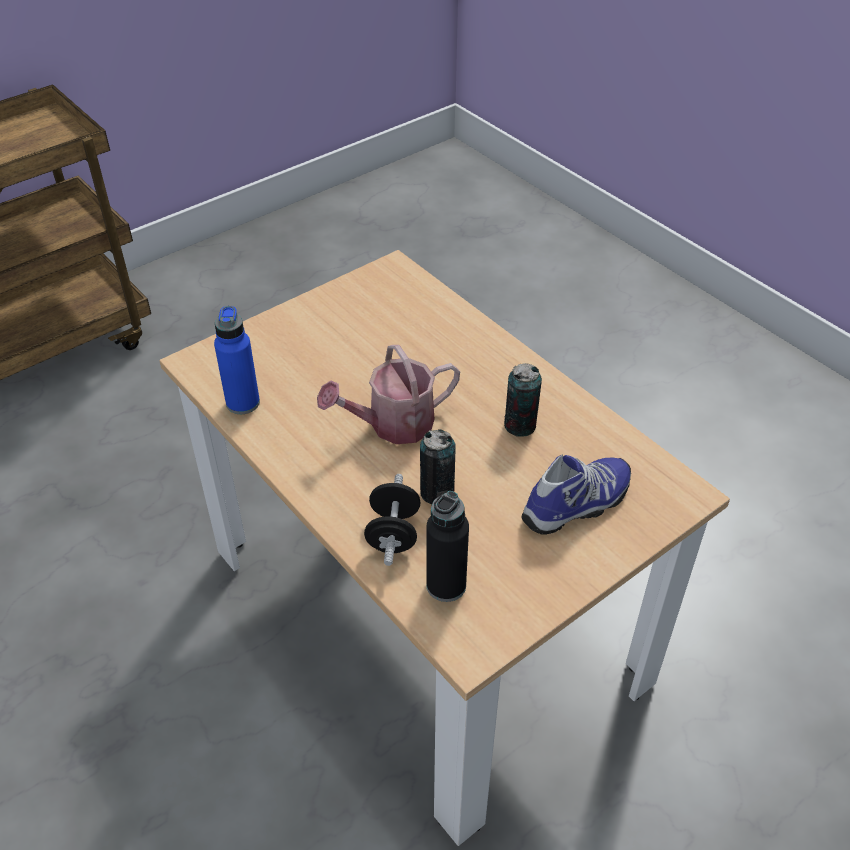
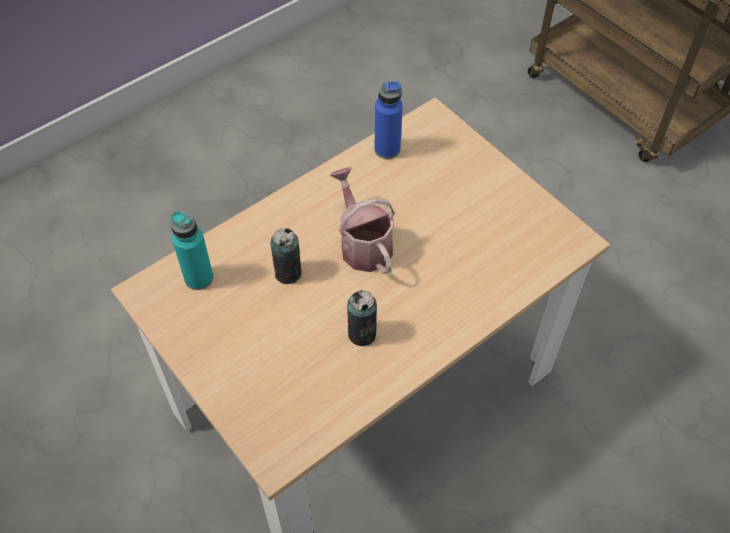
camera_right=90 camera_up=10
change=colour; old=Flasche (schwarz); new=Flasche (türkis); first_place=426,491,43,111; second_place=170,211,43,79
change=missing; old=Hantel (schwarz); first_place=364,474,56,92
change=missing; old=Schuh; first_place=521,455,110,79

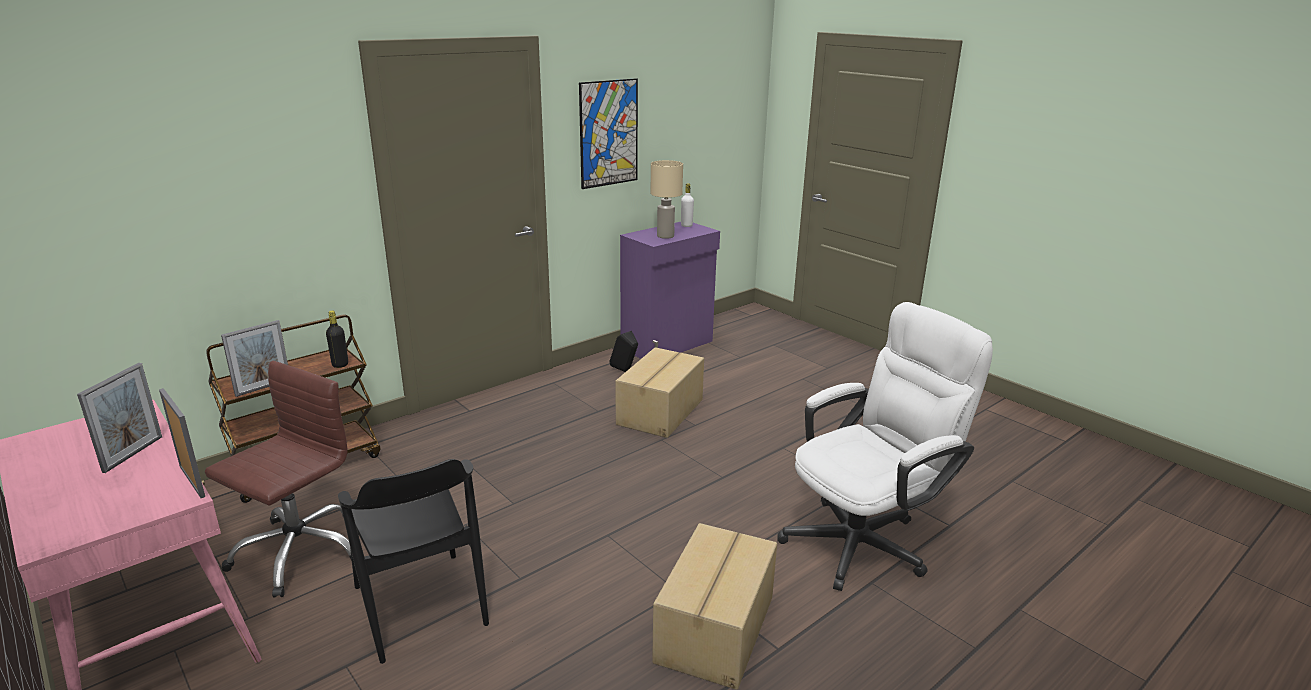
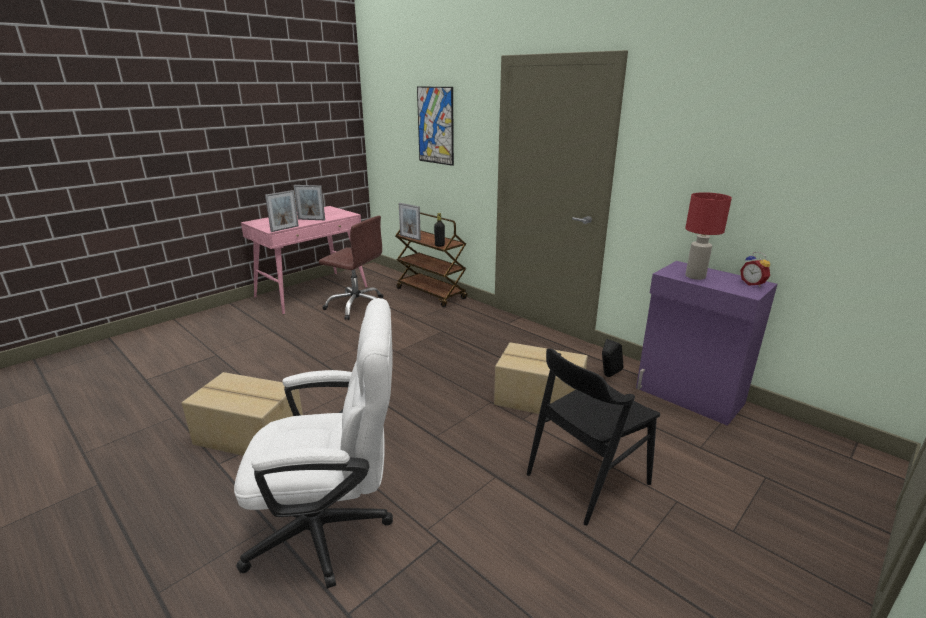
camera_right=85 camera_up=0
change=spun; old=Bürostuhl (weiß); first_place=777,302,216,289; second_place=234,298,159,291; degrees=-60
change=relocated; old=Bild; first_place=579,78,59,111; second_place=417,86,37,80
change=relocated; old=Stuhl (schwarz); first_place=338,459,151,205; second_place=527,348,133,178
change=colour; old=Tischlampe (beige); new=Tischlampe (rot); first_place=651,160,32,79; second_place=685,192,47,88
change=exchanged; old=Flasche (weiß); new=Wecker; first_place=681,183,13,44; second_place=740,252,30,35

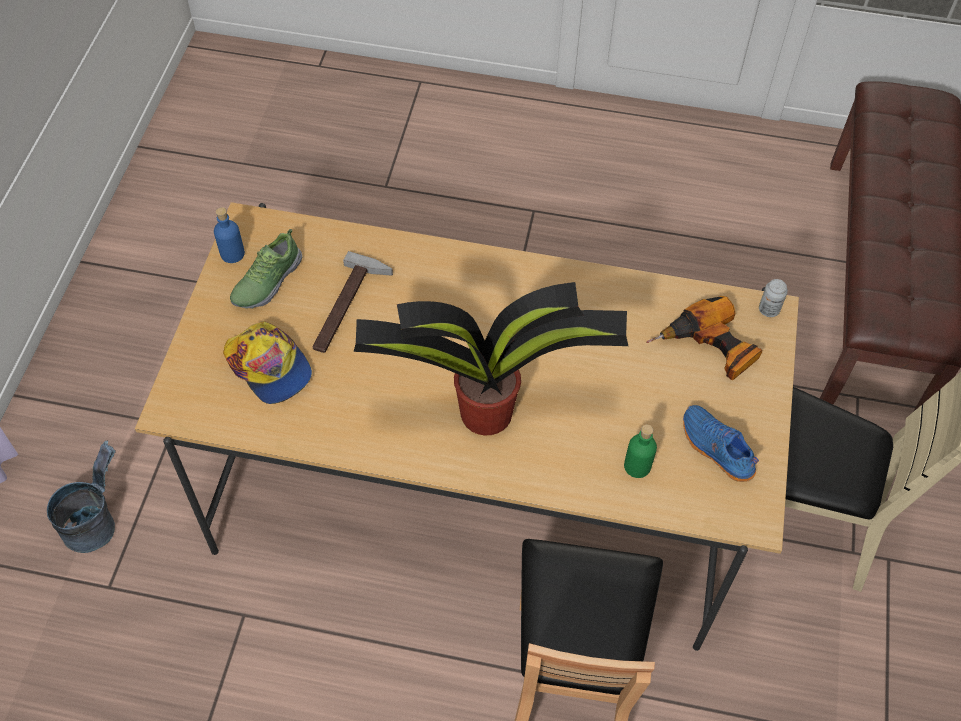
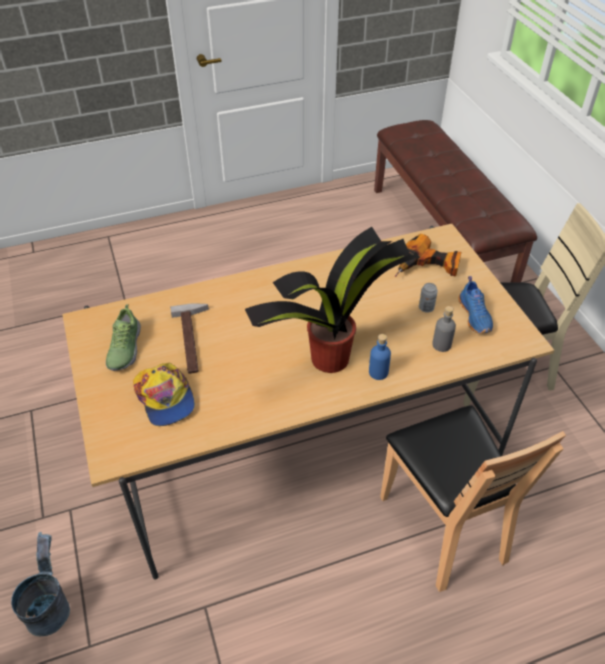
camera_right=-30 camera_up=-10
change=spun; old=Kappe; first_place=223,321,89,83; second_place=133,363,62,63; degrees=45
change=relocated; old=Flasche (blau); first_place=214,207,31,56; second_place=369,334,22,46
change=relocated; old=Dose; first_place=759,279,29,38; second_place=419,283,19,30
change=colour; old=Flasche (grün); new=Flasche (grau); first_place=624,425,33,53; second_place=432,306,24,46
change=spun; old=Schuh (blau); first_place=683,405,76,77; second_place=458,276,35,57; degrees=-120

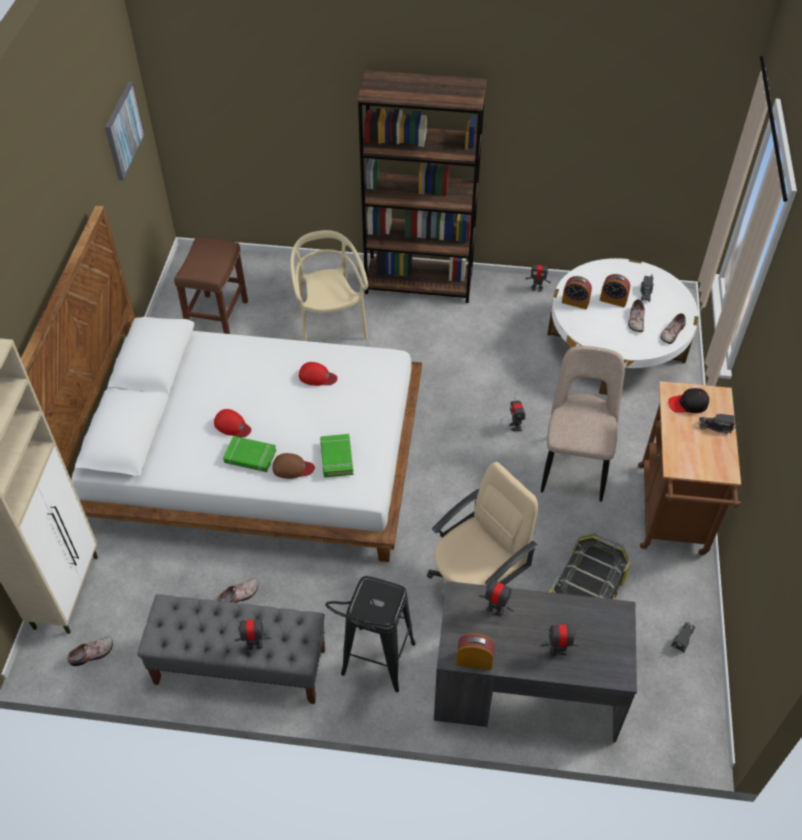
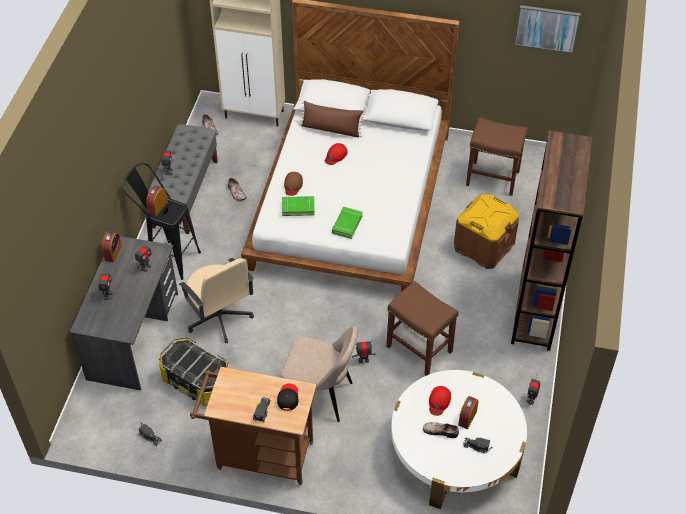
camera_right=95 camera_up=0
change=relocated; old=Wecker; first_place=562,276,30,33; second_place=146,186,22,30
change=appeared; new=Kissen (braun); second_place=299,101,66,37
change=relocated; old=Buch (grün); first_place=223,436,53,36; second_place=332,207,31,32
change=appeared; new=Hocker (braun); second_place=386,281,72,95
change=relocated; old=Kappe (rot); first_place=299,362,39,24; second_place=429,386,22,30
change=exchanged; old=Stuhl (beige); new=Aufbewahrungsbox (braun); first_place=290,230,78,111; second_place=454,194,65,75
change=missing; old=Schuh; first_place=660,313,26,31

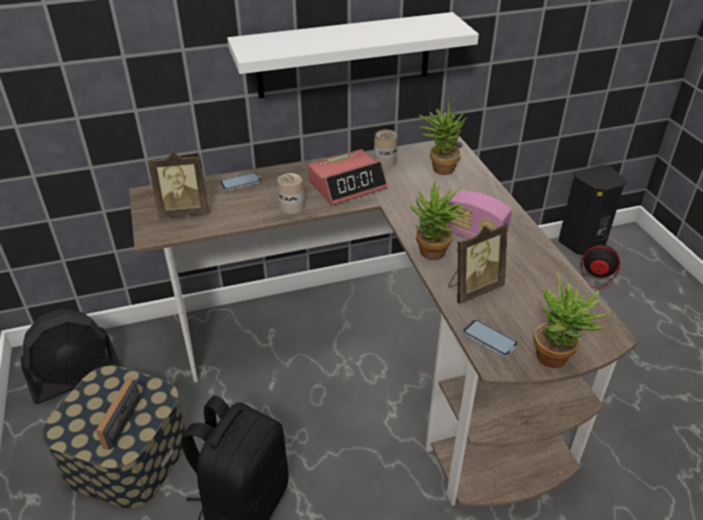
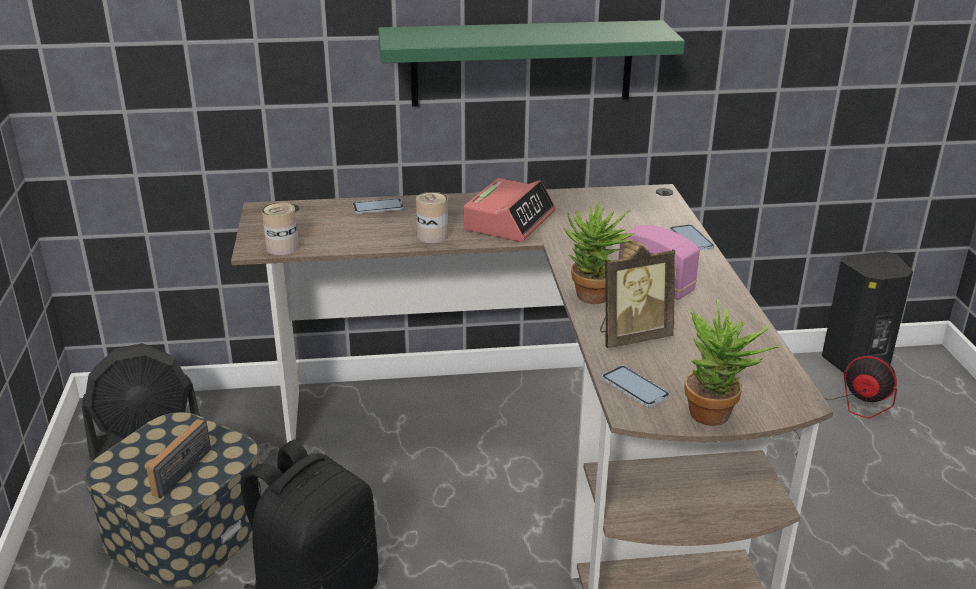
camera_right=10 camera_up=-10
change=relocated; old=Dose; first_place=374,130,23,38; second_place=262,202,37,53
change=colour; old=Wandregal (weiß); new=Wandregal (grün); first_place=227,12,252,86; second_place=378,20,307,86
change=spun; old=Wecker; first_place=308,149,80,56; second_place=463,178,93,64; degrees=-45
change=appeared; new=Handy; second_place=670,225,44,25
change=missing; old=Bilderrahmen; first_place=148,152,61,66
change=missing; old=Topfpflanze; first_place=419,101,48,74

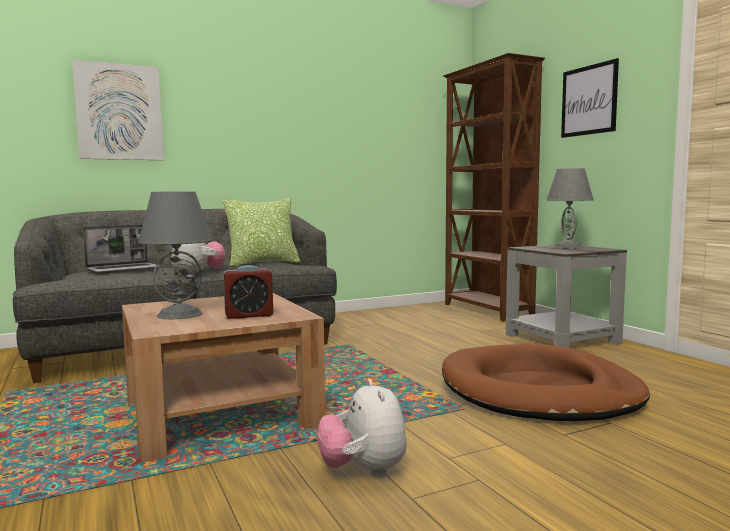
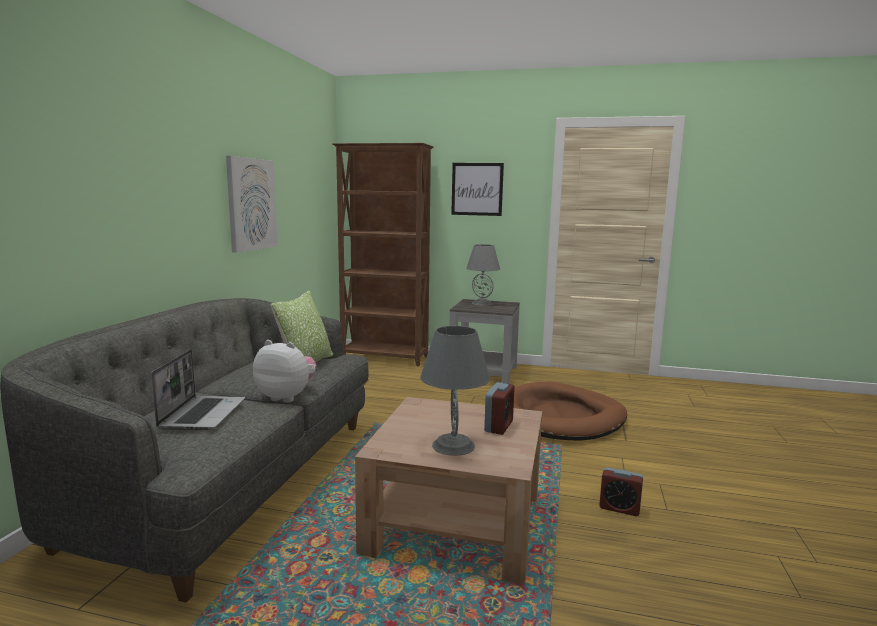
camera_right=-50 camera_up=5
change=relocated; old=Bild; first_place=72,60,92,100; second_place=226,156,52,97
change=exchanged; old=Plüschtier; new=Wecker; first_place=317,379,90,98; second_place=599,467,44,49

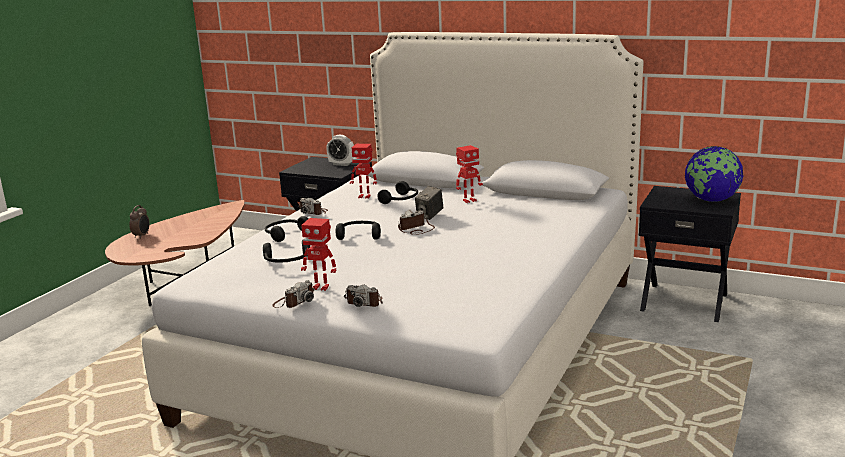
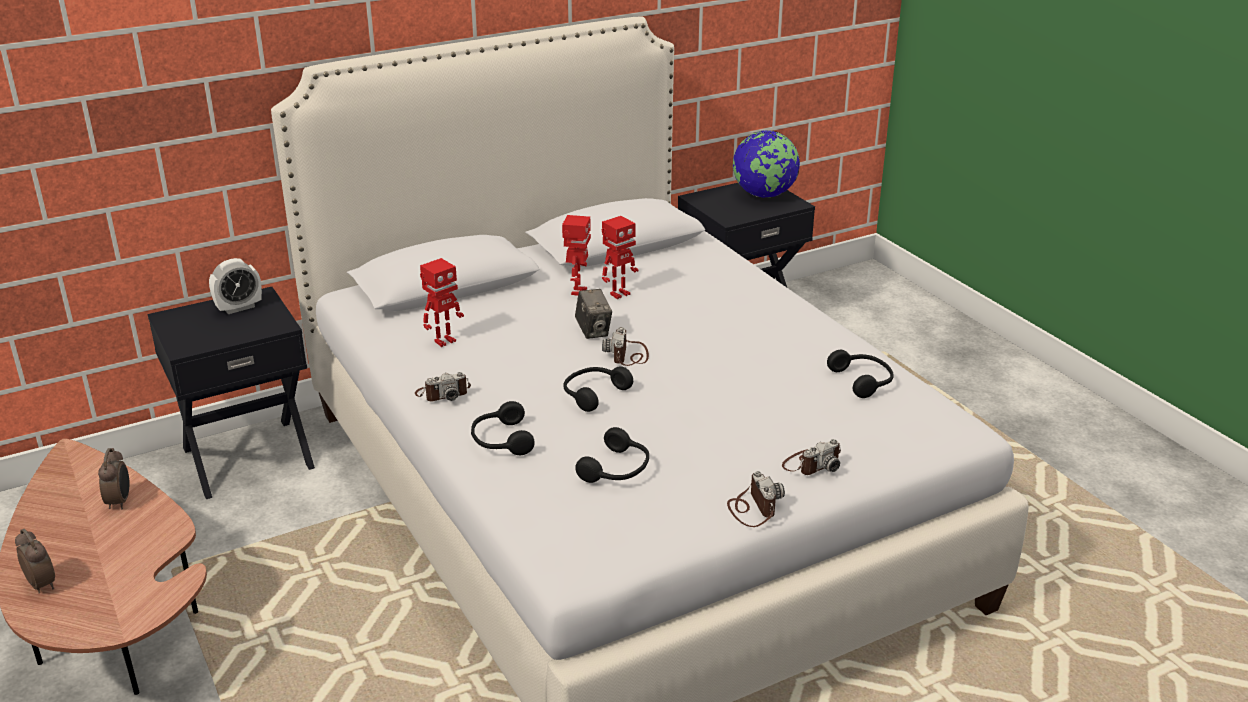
camera_right=-55 camera_up=10
change=appeared; new=Wecker; second_place=98,448,31,62
change=relocated; old=Spielzeugroboter; first_place=301,218,36,73; second_place=602,216,37,83
change=relocated; old=Kopfhörer (schwarz); first_place=377,181,41,23; second_place=827,350,67,48

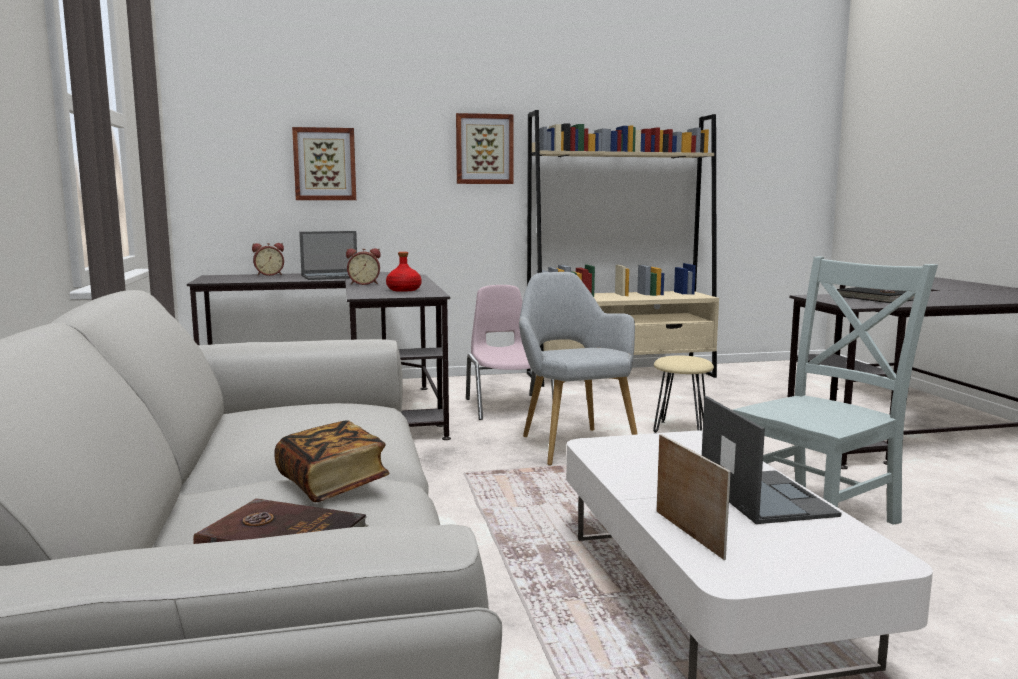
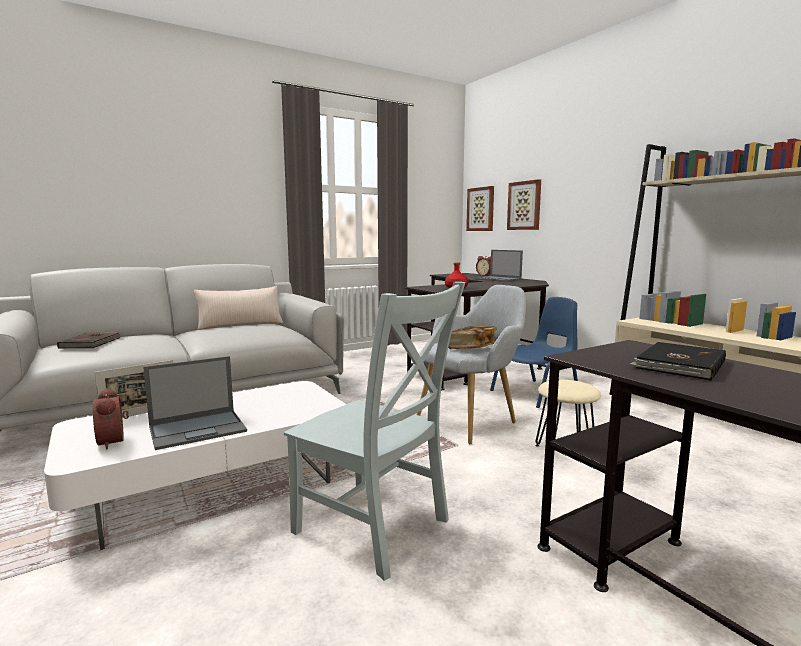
camera_right=70 camera_up=0
change=relocated; old=Wecker; first_place=346,248,35,37; second_place=93,388,36,61
change=appeared; new=Kissen (beige); second_place=194,286,89,44
change=relocated; old=Buch; first_place=274,420,116,82; second_place=448,326,49,23
change=relocated; old=Bild; first_place=456,113,58,71; second_place=466,186,28,45
change=colour; old=Stuhl (rosa); new=Stuhl (blau); first_place=466,285,88,135; second_place=490,297,88,111

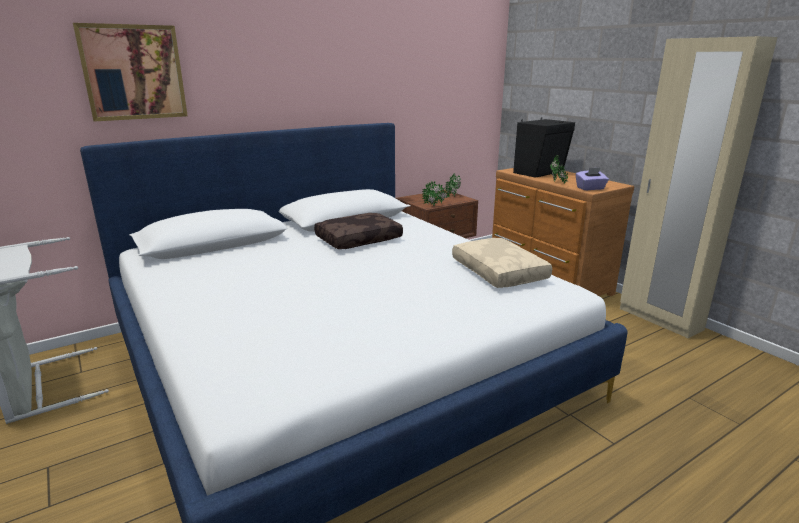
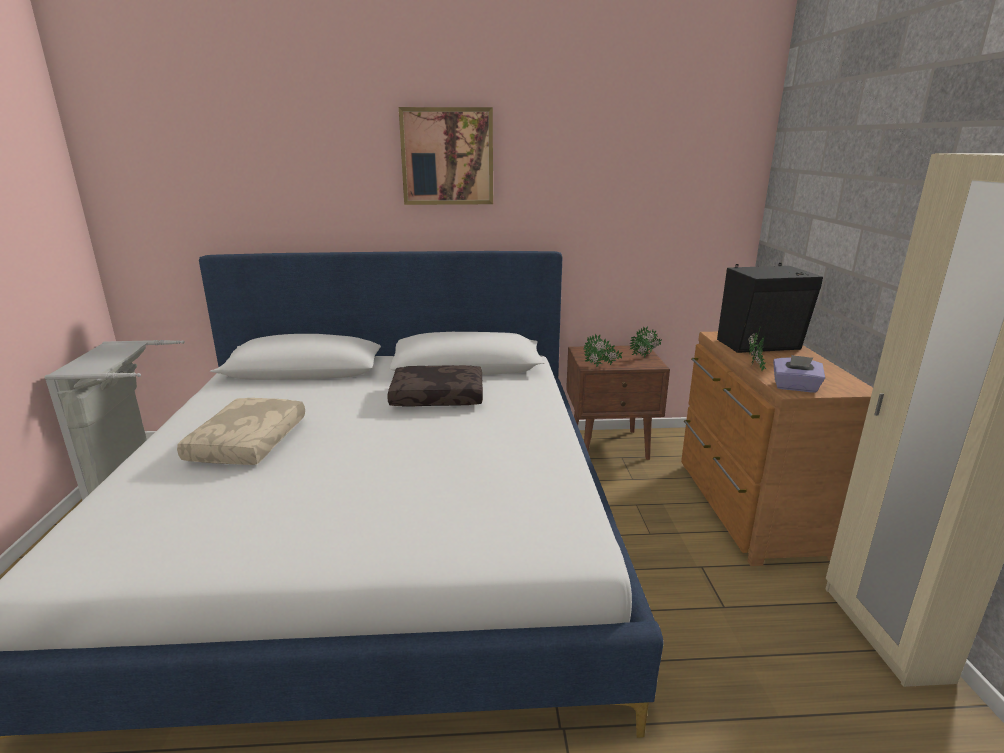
camera_right=30 camera_up=0
change=relocated; old=Kissen (beige); first_place=452,238,100,50; second_place=177,398,128,67
change=relocated; old=Bild; first_place=73,23,115,99; second_place=399,107,94,98

